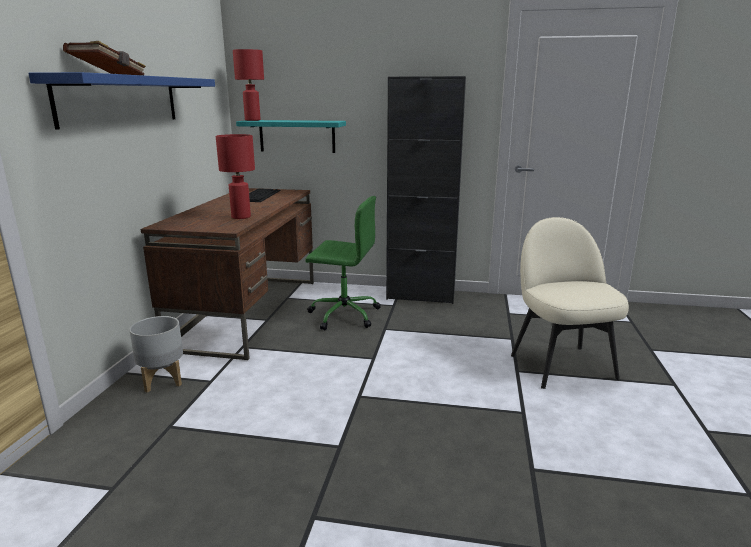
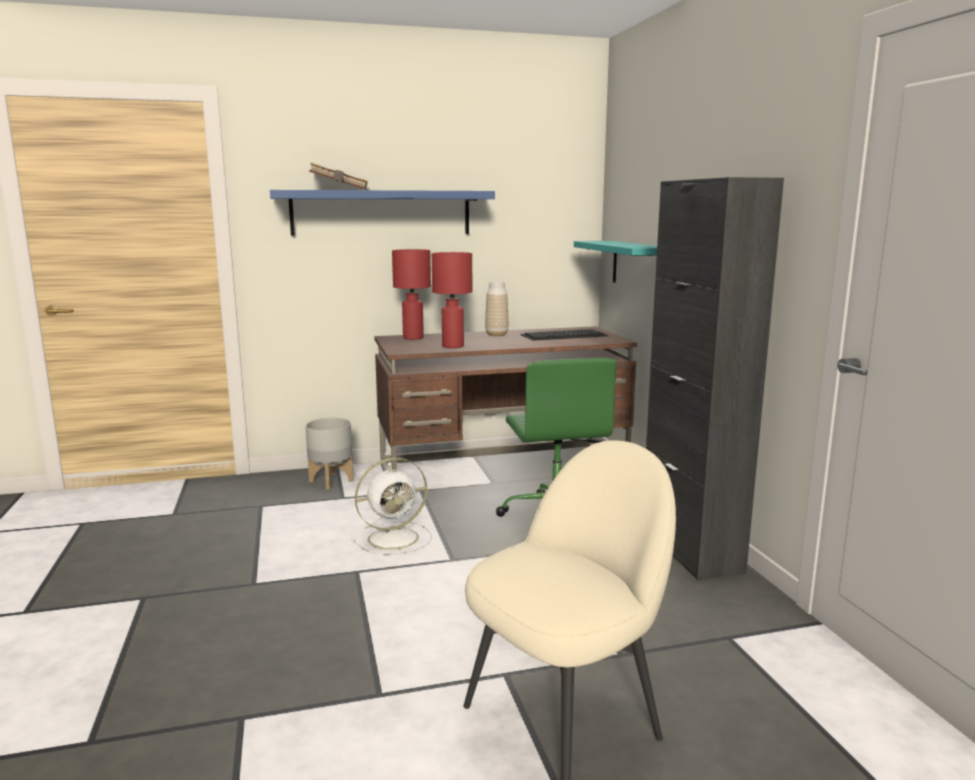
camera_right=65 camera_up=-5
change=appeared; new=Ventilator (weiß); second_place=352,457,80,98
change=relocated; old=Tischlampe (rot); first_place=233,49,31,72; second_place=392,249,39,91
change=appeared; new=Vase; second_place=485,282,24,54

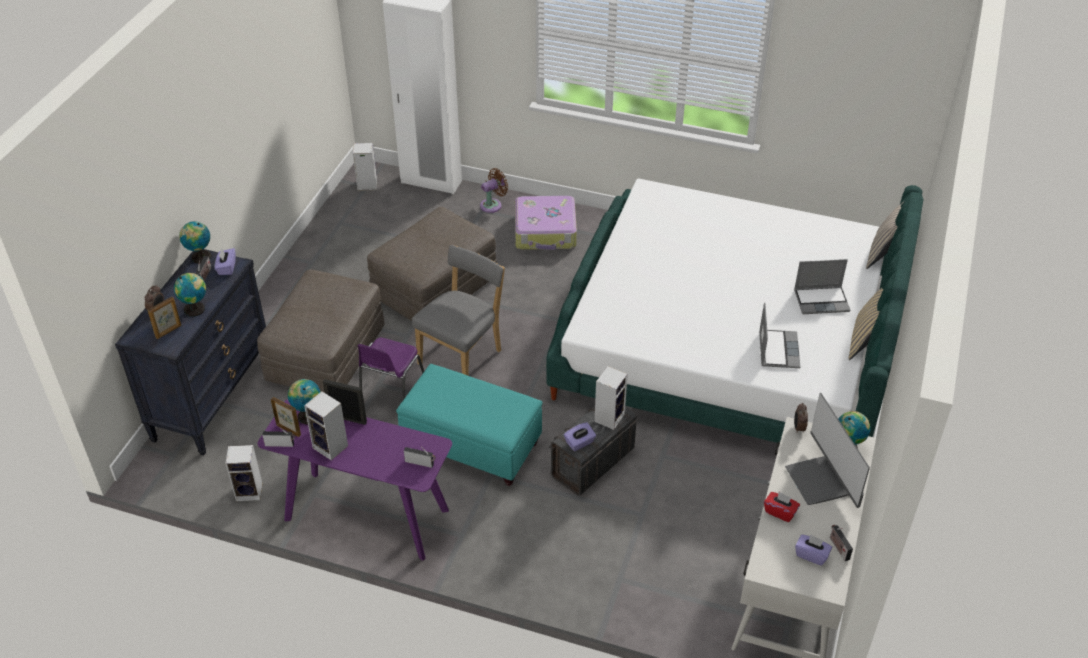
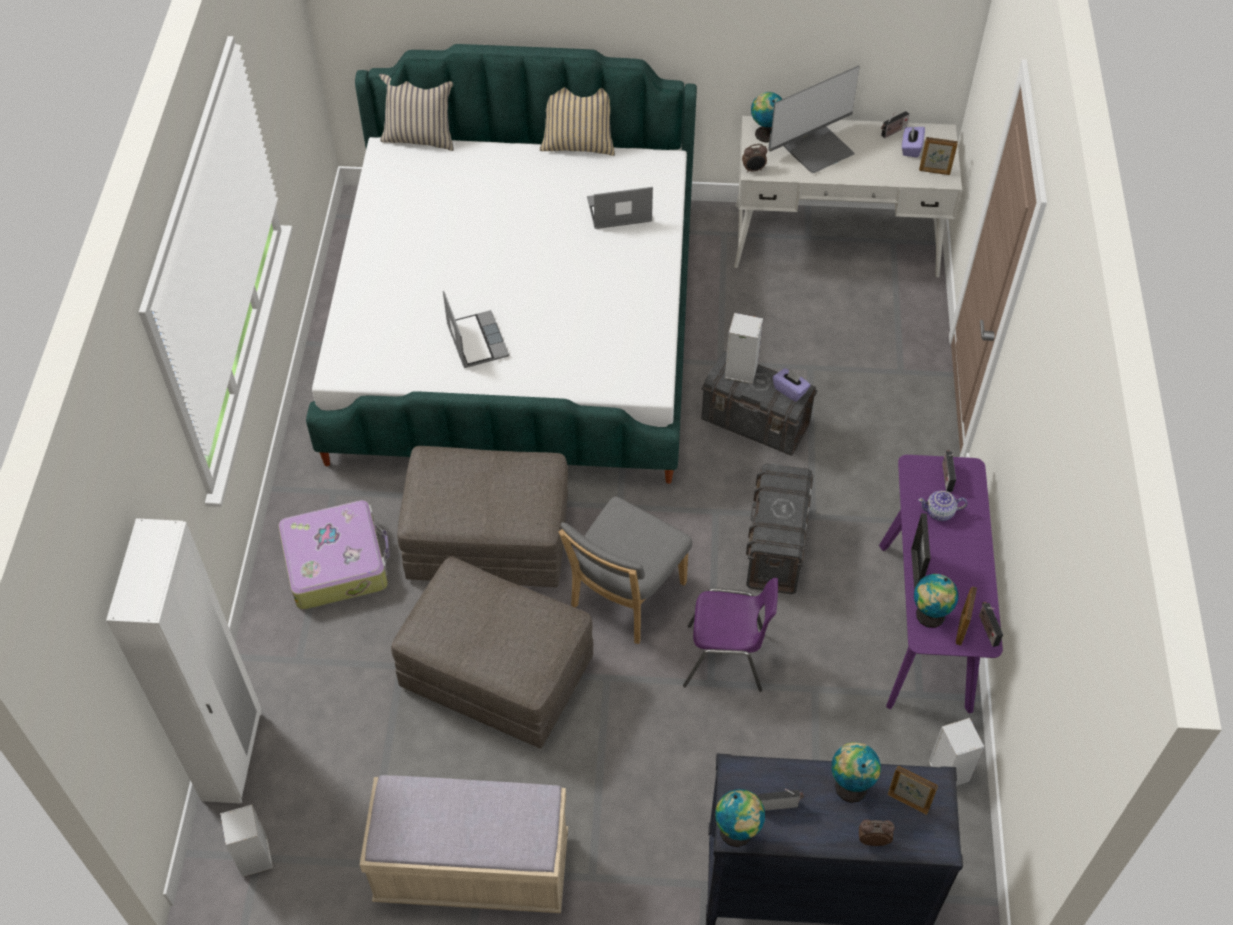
camera_right=-105 camera_up=10
change=appeared; new=Bank (beige); second_place=360,775,208,138
change=relocated; old=Polsterhocker (grau); first_place=257,269,127,124; second_place=397,446,171,141
change=relocated; old=Laptop; first_place=794,259,56,55; second_place=443,291,66,77
change=spun; old=Stuhl (grau); first_place=412,245,93,131; second_place=559,496,133,148; degrees=-75
change=exchanged; old=Polsterhocker (türkis); new=Aufbewahrungsbox (grau); first_place=396,364,146,122; second_place=746,463,68,131
change=appeared; new=Teekanne; second_place=918,490,50,31
change=appeared; new=Bilderrahmen; second_place=919,137,39,38
change=missing; old=Taschentuchbox (lila); first_place=215,248,21,27
change=missing; old=Lautsprecher; first_place=304,391,44,69
change=missing; old=Ventilator (braun); first_place=480,168,28,45
change=missing; old=Taschentuchbox (rot); first_place=764,492,36,30

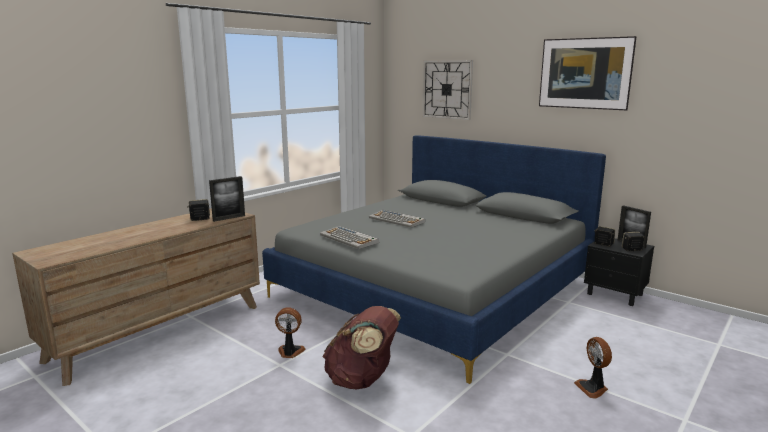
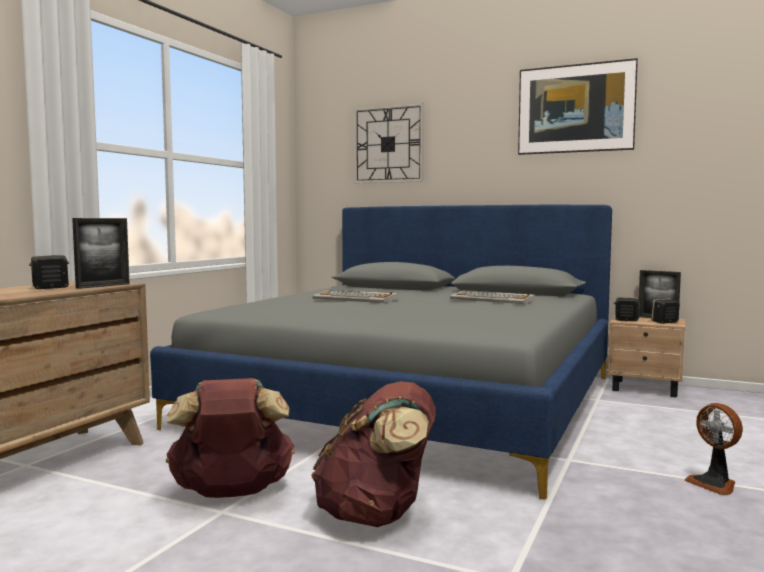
camera_right=-15 camera_up=-10
change=exchanged; old=Ventilator; new=Rucksack (braun); first_place=275,307,31,51; second_place=166,378,129,120
change=relocated; old=Tastatur; first_place=320,226,59,23; second_place=450,290,85,14
change=colour; old=Nachttisch (schwarz); new=Nachttisch (beige); first_place=584,238,70,68; second_place=608,316,77,81

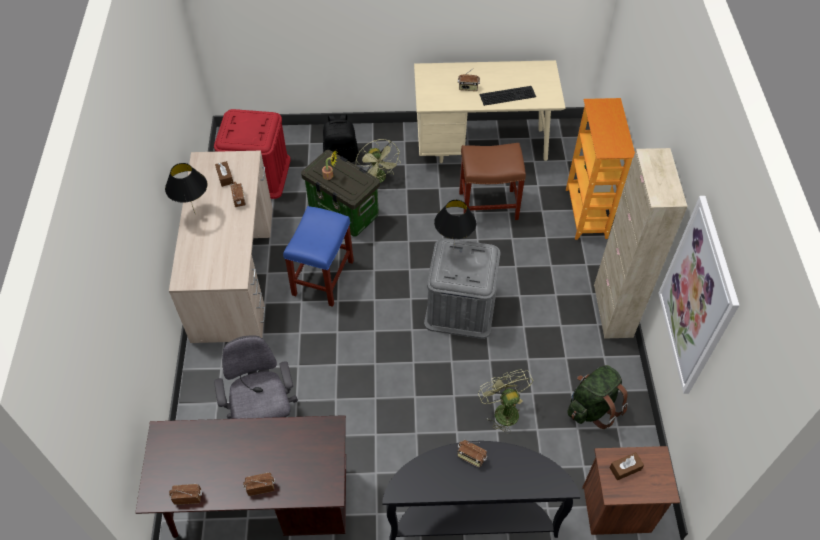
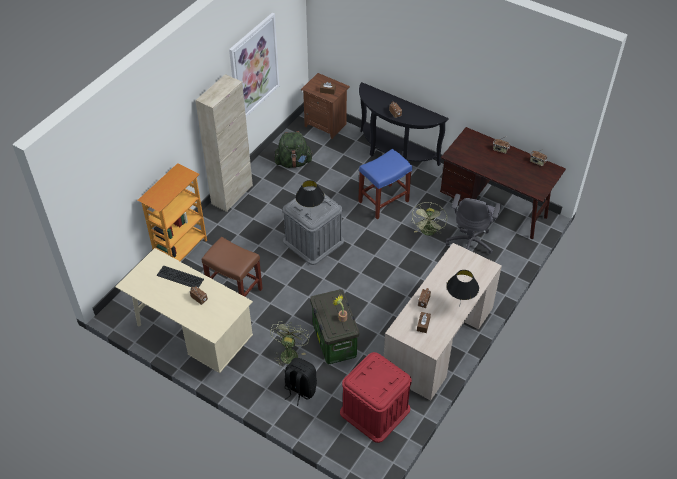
camera_right=-145 camera_up=-5
change=relocated; old=Hocker (blau); first_place=283,206,71,101; second_place=358,149,54,71
change=relocated; old=Ventilator (grün); first_place=478,369,55,65; second_place=411,202,36,34

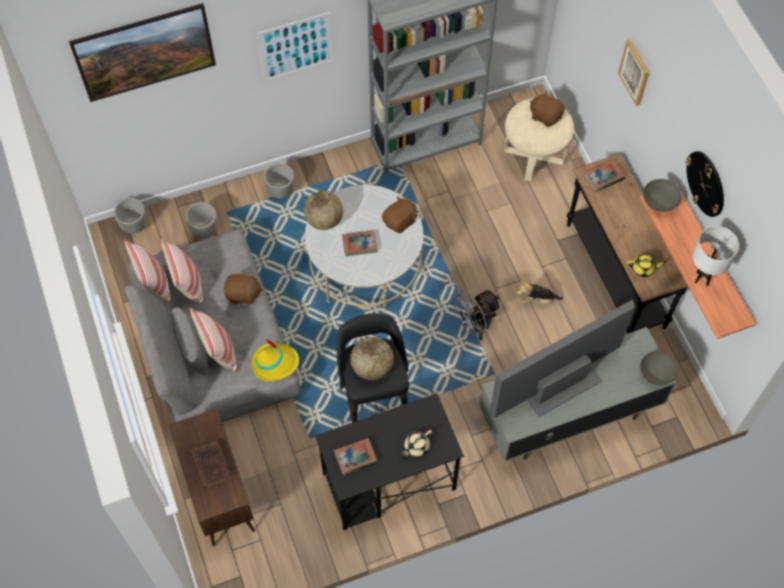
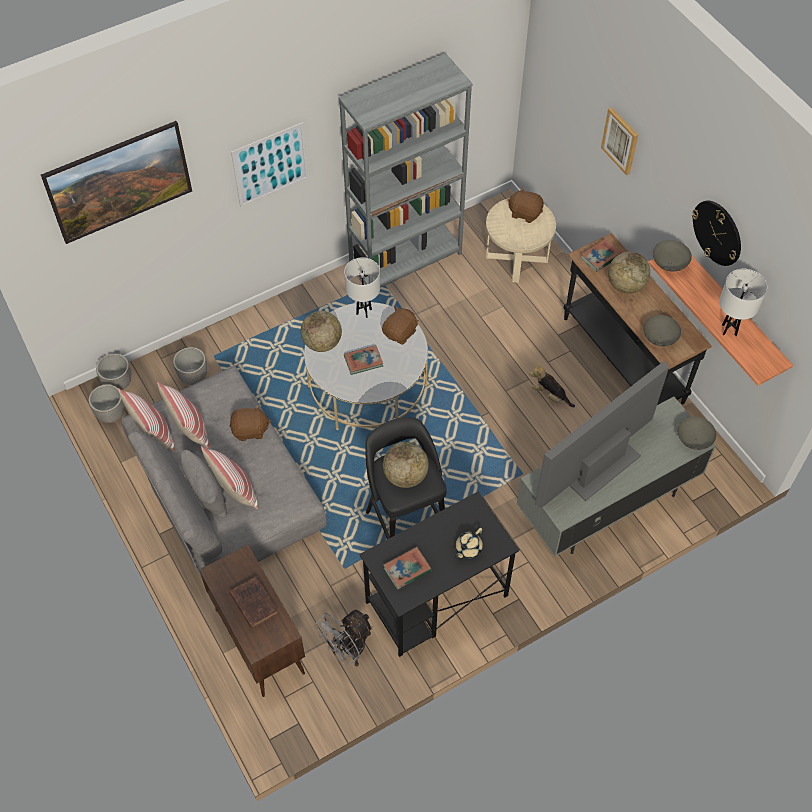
camera_right=-10 camera_up=-5
change=relocated; old=Pflanzkübel; first_place=264,163,30,35; second_place=88,384,36,39
change=relocated; old=Ventilator (grau); first_place=451,288,50,52; second_place=315,609,58,57
change=appeared; new=Tischlampe (weiß); second_place=344,257,36,61
change=spun; old=Plüschtier; first_place=517,281,47,24; second_place=529,363,46,44; degrees=45
change=appeared; new=Globus; second_place=608,252,42,42
change=exchanged; old=Teekanne (gelb); new=Schüssel (grau); first_place=627,254,39,23; second_place=644,315,37,31
change=missing; old=Hut (gelb); first_place=252,338,47,43

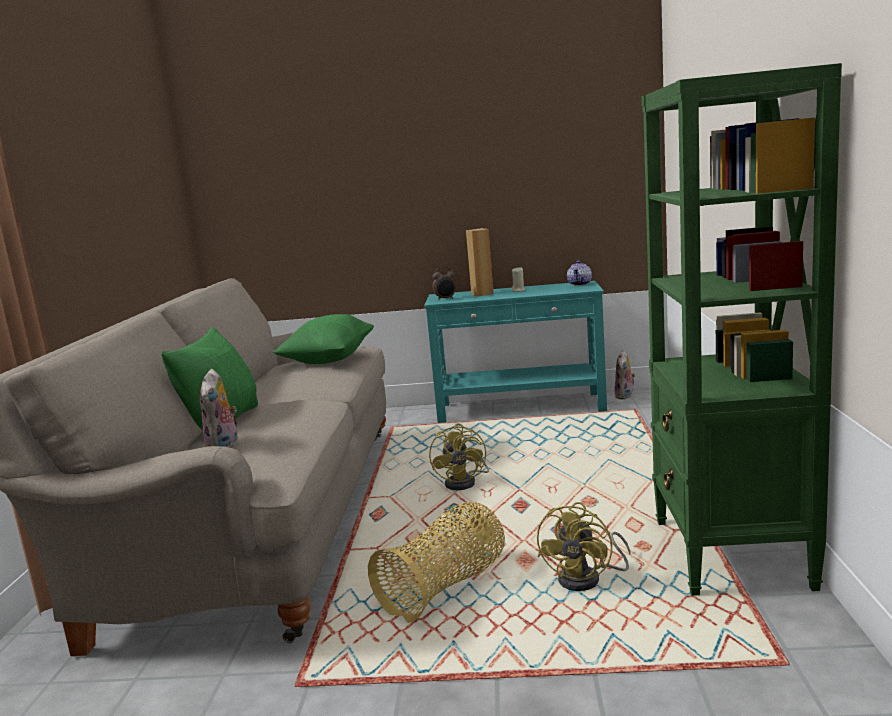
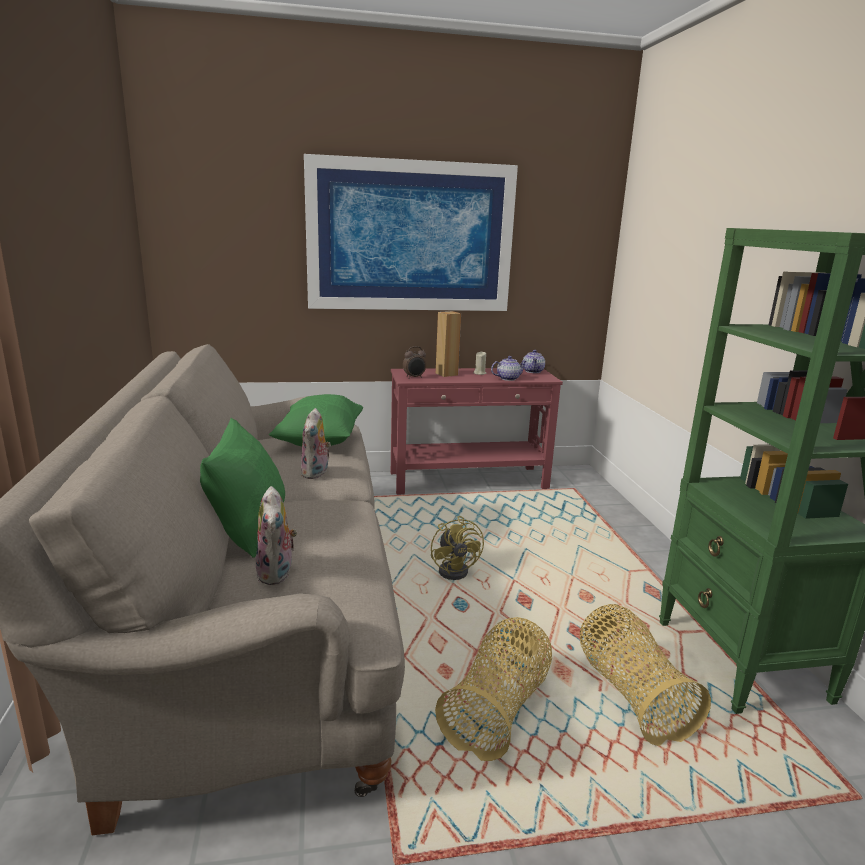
camera_right=-15 camera_up=5
change=relocated; old=Plüschtier; first_place=614,350,21,49; second_place=301,408,30,71
change=appeared; new=Bild; second_place=304,154,214,157
change=colour; old=Konsolentisch (türkis); new=Konsolentisch (rot); first_place=424,281,183,142; second_place=391,368,172,127
change=appeared; new=Teekanne; second_place=491,356,36,25
change=exchanged; old=Ventilator (gelb); new=Korb; first_place=537,502,93,89; second_place=580,604,131,142

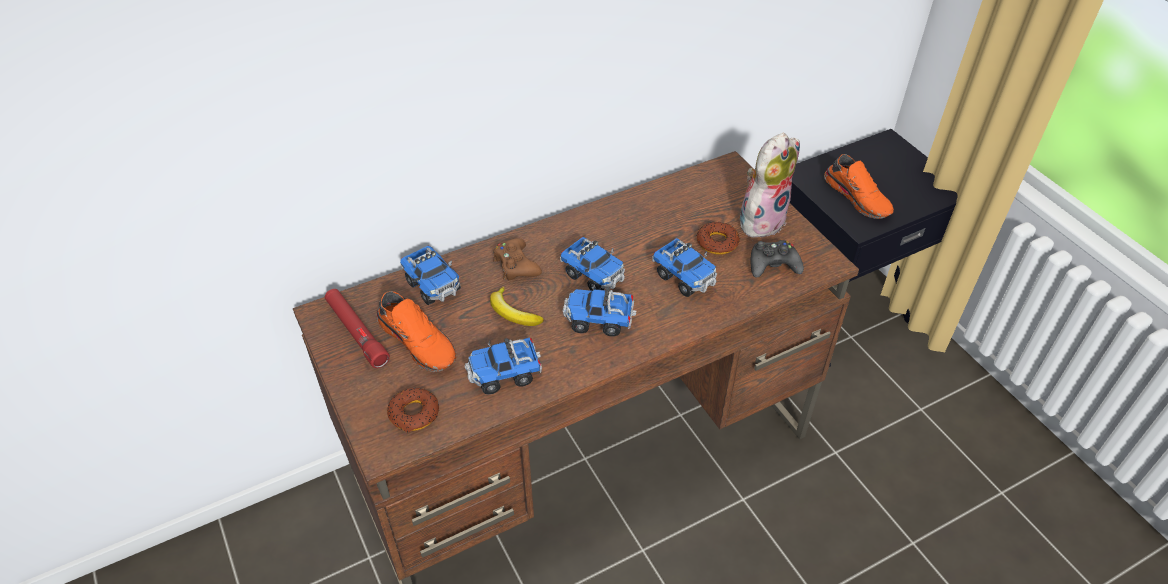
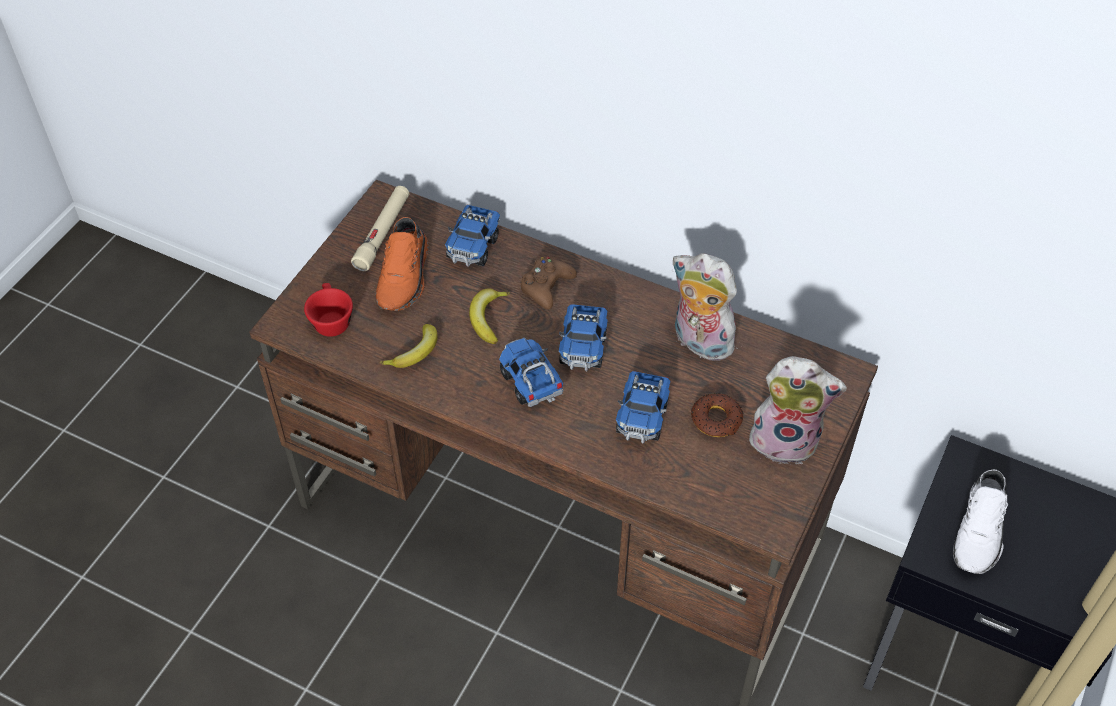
camera_right=55 camera_up=5
change=exchanged; old=Donut; new=Tasse (rot); first_place=387,388,52,44; second_place=304,283,49,54
change=colour; old=Taschenlampe (rot); new=Taschenlampe (beige); first_place=325,289,65,79; second_place=351,186,58,85
change=exchanged; old=Spielzeuglaster; new=Banane; first_place=465,338,77,57; second_place=380,324,57,44
change=appeared; new=Plüschtier; second_place=673,253,69,108
change=colour; old=Schuh (orange); new=Schuh (weiß); first_place=824,154,70,65; second_place=953,470,55,104
change=missing; old=Gamepad (schwarz); first_place=750,240,54,38

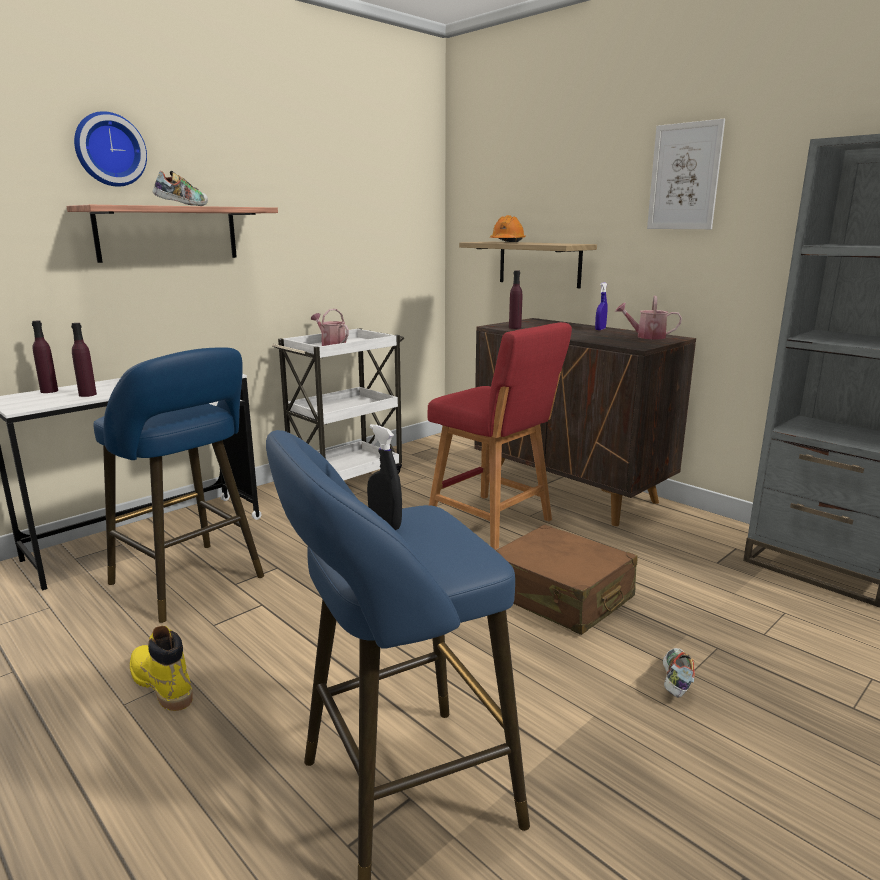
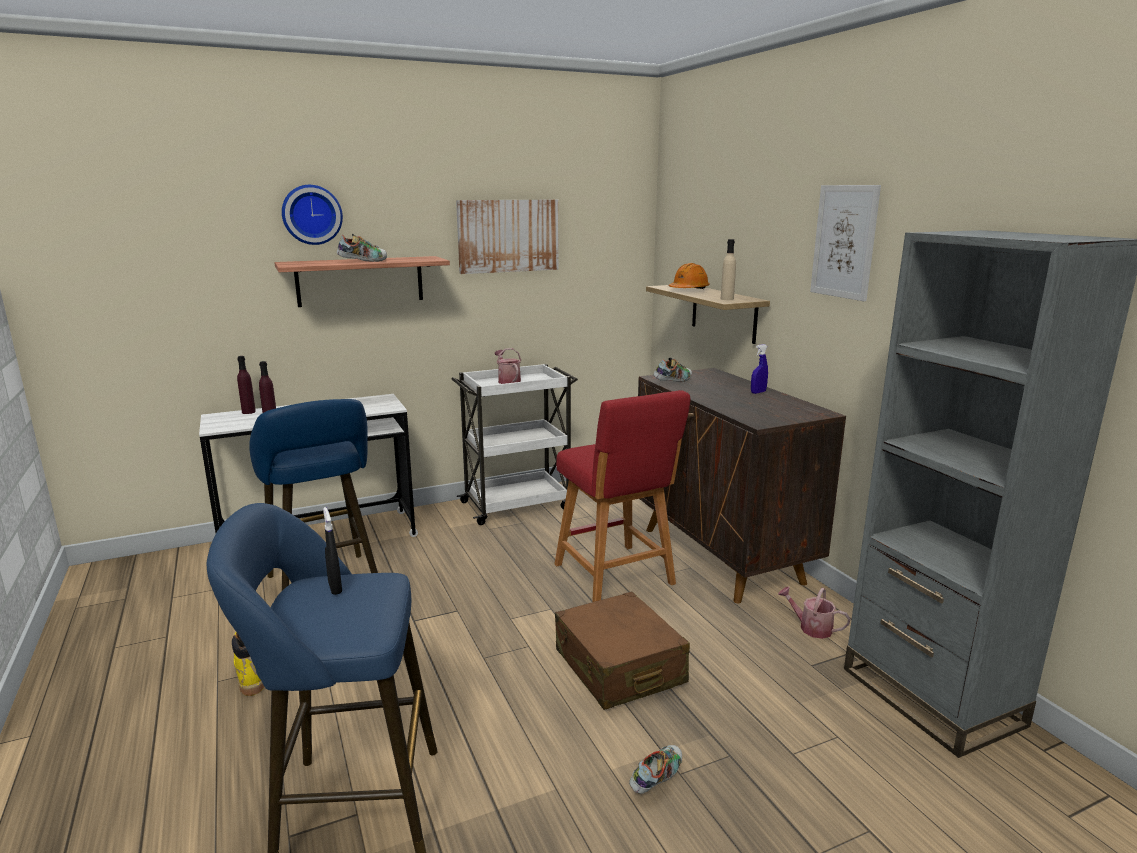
camera_right=20 camera_up=0
change=appeared; new=Bild; second_place=456,200,103,74
change=exchanged; old=Flasche (lila); new=Schuh; first_place=509,271,13,58; second_place=653,357,39,25
change=appeared; new=Flasche (beige); second_place=721,239,15,61
change=relocated; old=Gießkanne; first_place=615,296,67,43; second_place=778,587,72,52

